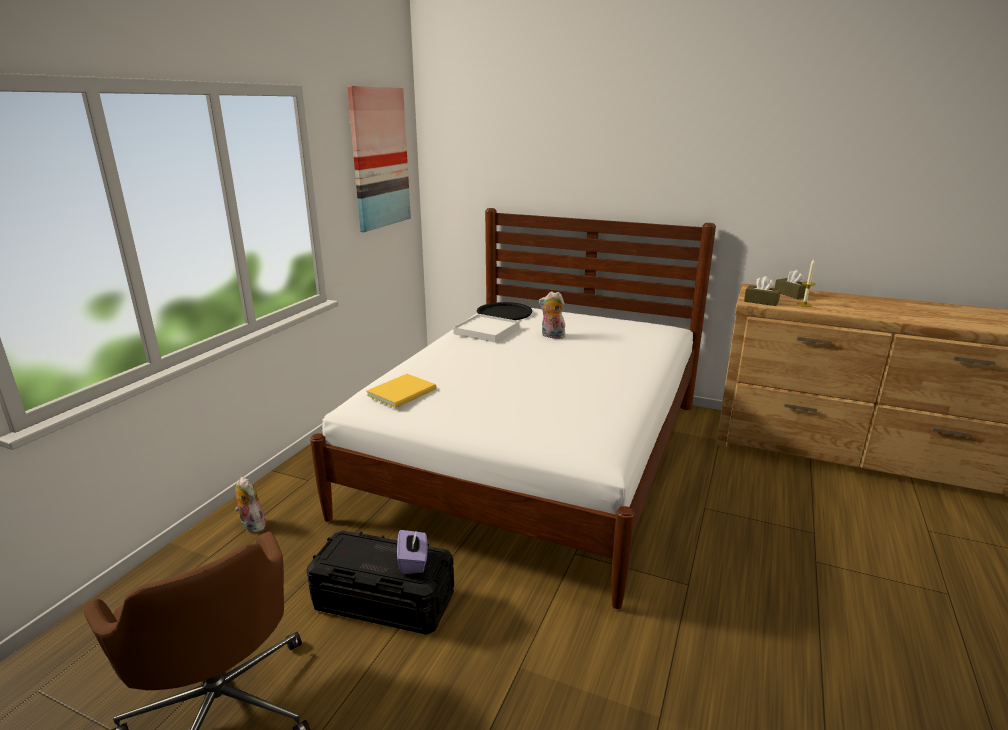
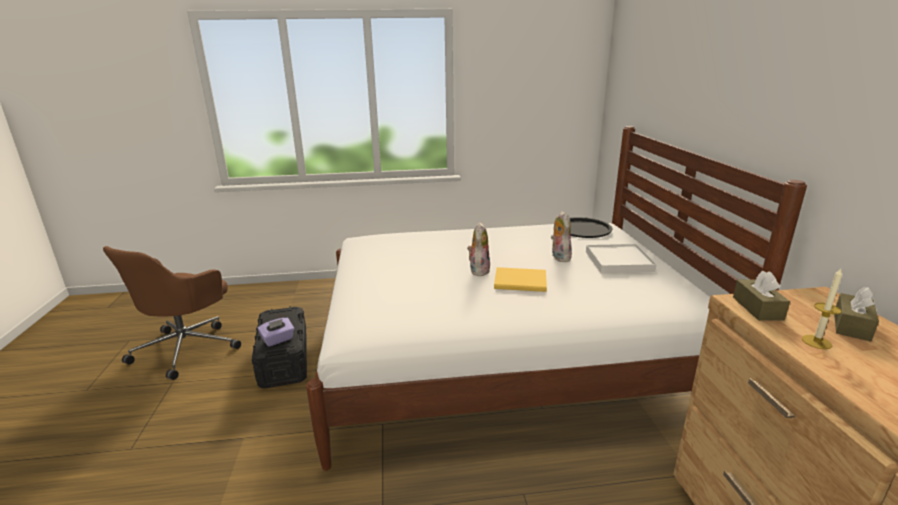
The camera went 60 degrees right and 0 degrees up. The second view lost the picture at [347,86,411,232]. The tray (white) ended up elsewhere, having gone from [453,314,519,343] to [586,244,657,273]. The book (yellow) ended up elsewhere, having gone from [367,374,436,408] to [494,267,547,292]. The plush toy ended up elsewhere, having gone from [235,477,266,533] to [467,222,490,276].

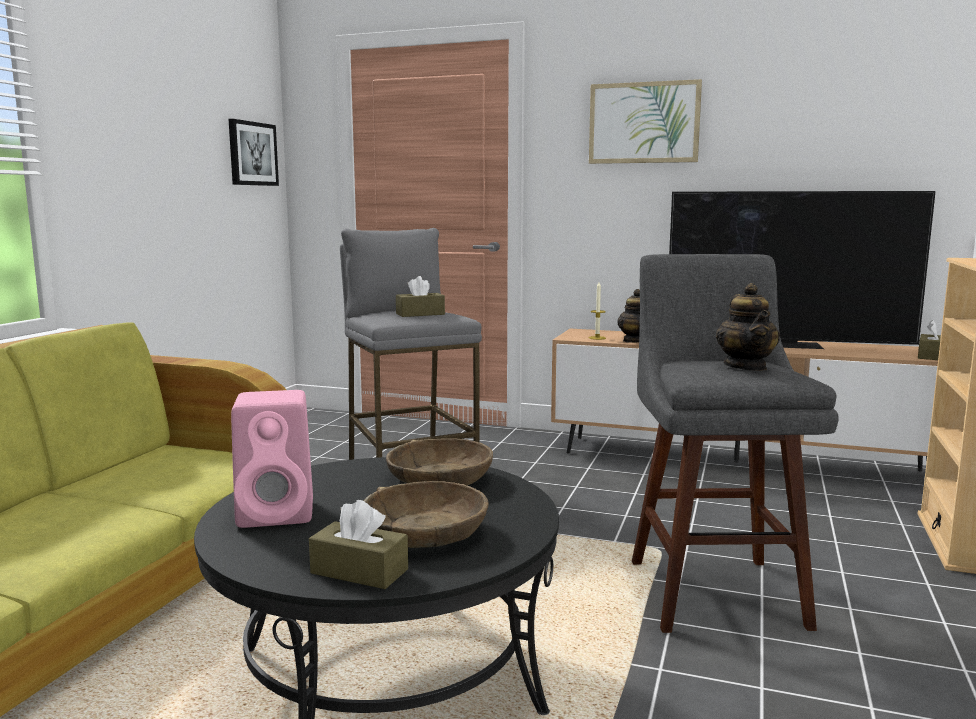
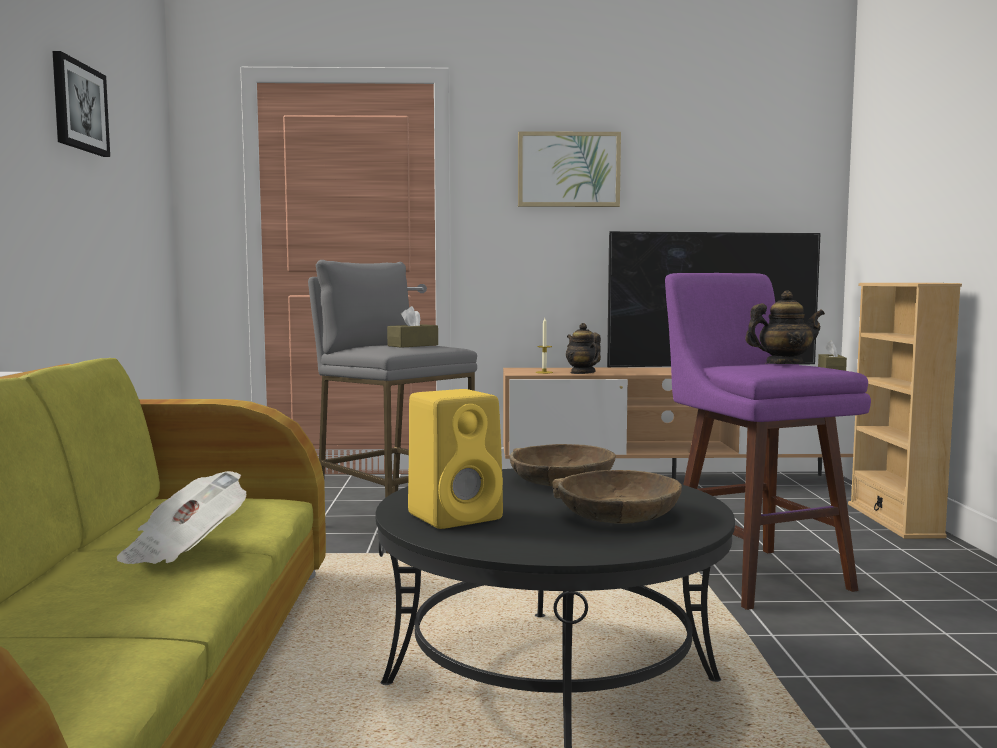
The camera went 20 degrees left and 5 degrees down. The picture ended up elsewhere, having gone from [229,119,279,186] to [53,51,110,157]. What was the stool (grey) at [632,254,839,633] turned into the stool (purple) at [665,273,871,610]. The teapot at [716,283,780,371] ended up facing another way, 75 degrees counterclockwise from before. What was the speaker (pink) at [231,390,313,528] turned into the speaker (yellow) at [408,389,503,529]. The second view lost the tissue box (brown) at [309,500,408,589]. The second view gained the newspaper at [117,471,247,564].

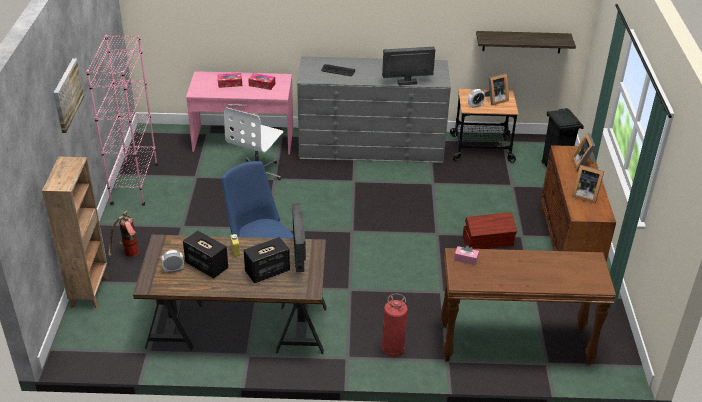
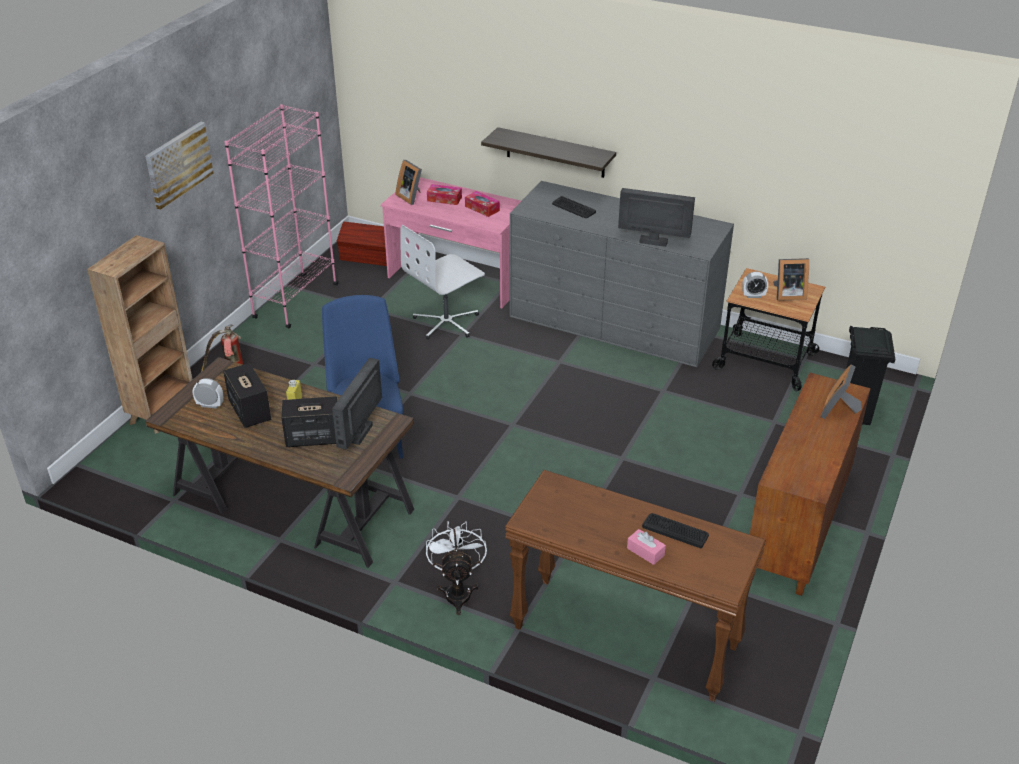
The camera went 25 degrees right and 0 degrees up. The shelf ended up elsewhere, having gone from [476,31,576,53] to [481,127,616,178]. The picture frame ended up elsewhere, having gone from [572,165,604,203] to [396,160,422,205]. The storage box (brown) ended up elsewhere, having gone from [463,212,517,249] to [337,221,387,266]. The tissue box (pink) ended up elsewhere, having gone from [454,245,479,265] to [627,529,666,565]. Where the fire extinguisher stood at [382,294,408,357], the fan (white) came to stand at [426,521,487,615]. The second view gained the keyboard at [642,513,709,548].

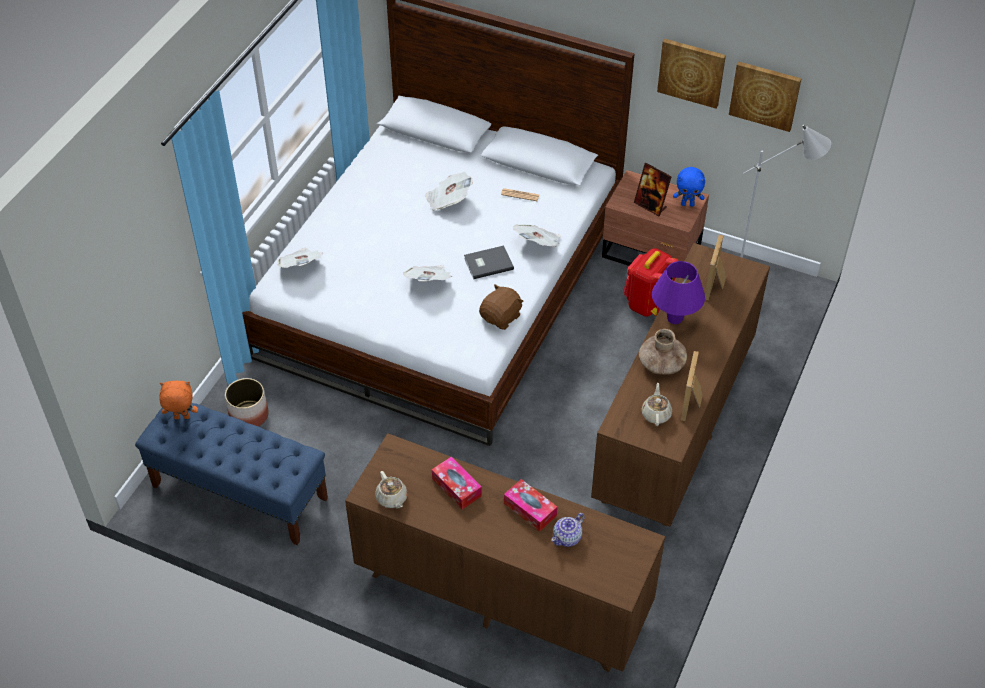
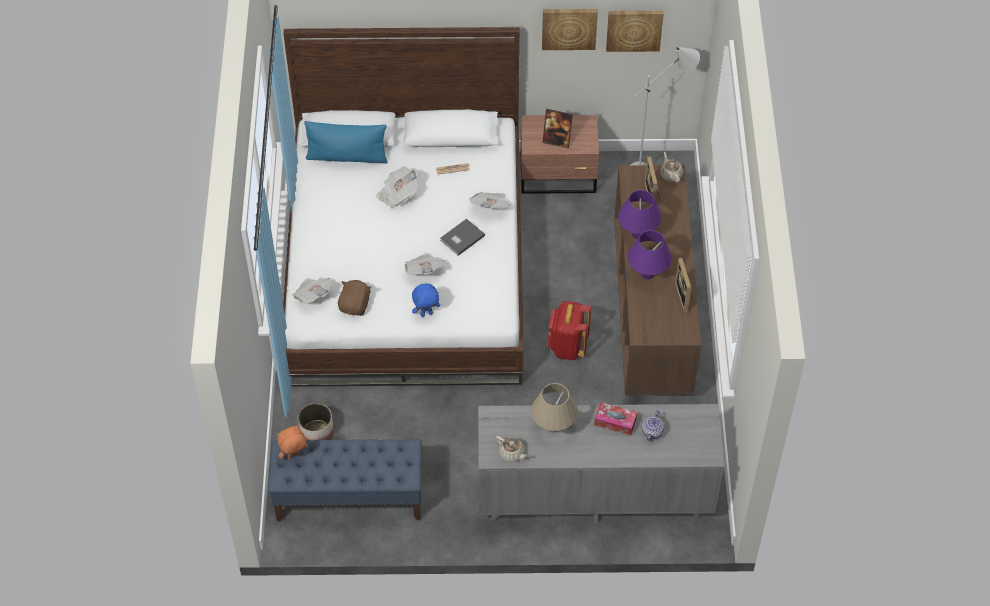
The camera went 25 degrees left and 5 degrees up. The plush toy (blue) ended up elsewhere, having gone from [673,167,705,207] to [412,284,440,317]. The backpack (red) ended up elsewhere, having gone from [624,248,679,317] to [546,301,591,360]. The plush toy (brown) ended up elsewhere, having gone from [479,284,523,330] to [338,280,372,316]. Where the vase (brown) stood at [639,329,687,375], the table lamp (purple) came to stand at [627,230,672,279]. The teapot (beige) ended up elsewhere, having gone from [641,383,672,426] to [660,152,683,182]. What was the dresser (brown) at [345,433,665,672] turned into the dresser (grey) at [478,404,725,523]. Where the tissue box stood at [432,456,482,509], the table lamp (beige) came to stand at [531,383,578,433]. The second view gained the pillow (blue) at [304,121,388,164].

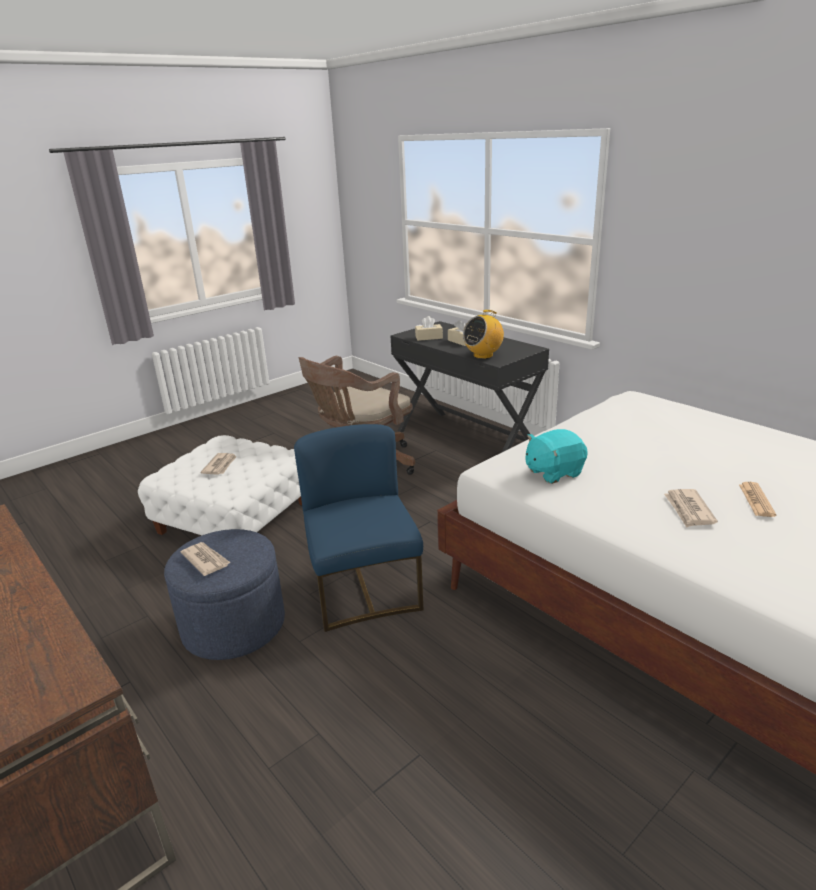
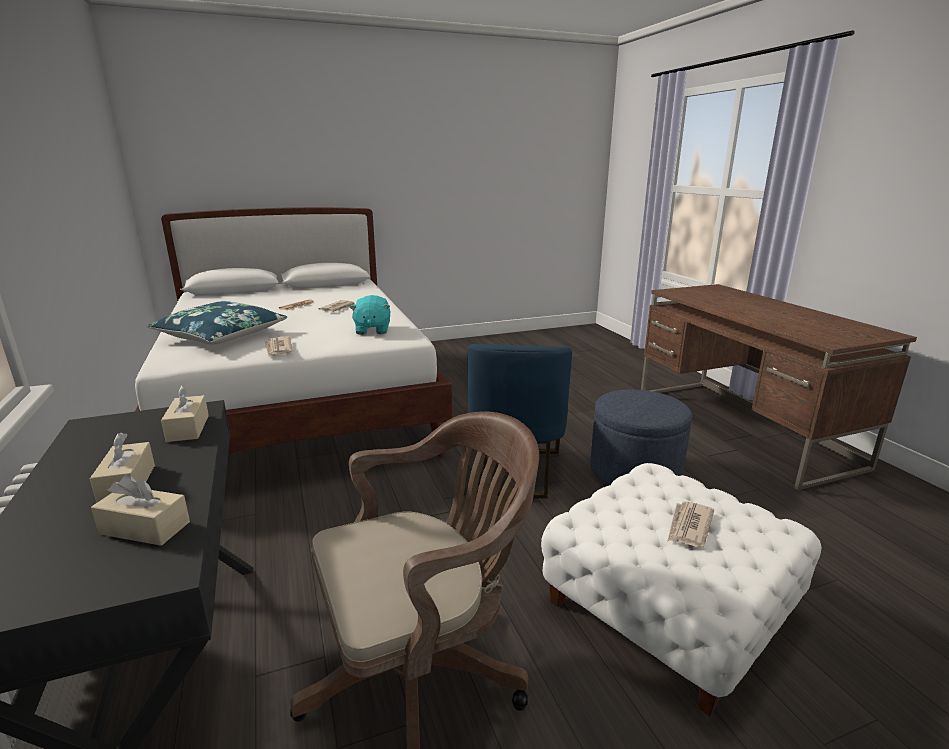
The camera went 160 degrees left and 5 degrees down. Where the radio stood at [463,310,504,359], the tissue box (beige) came to stand at [161,385,209,442]. The plush toy (turquoise) at [526,429,588,484] ended up facing another way, 90 degrees clockwise from before. The newspaper ended up elsewhere, having gone from [180,542,231,576] to [265,336,293,357]. The second view gained the pillow (blue) at [146,301,287,345].

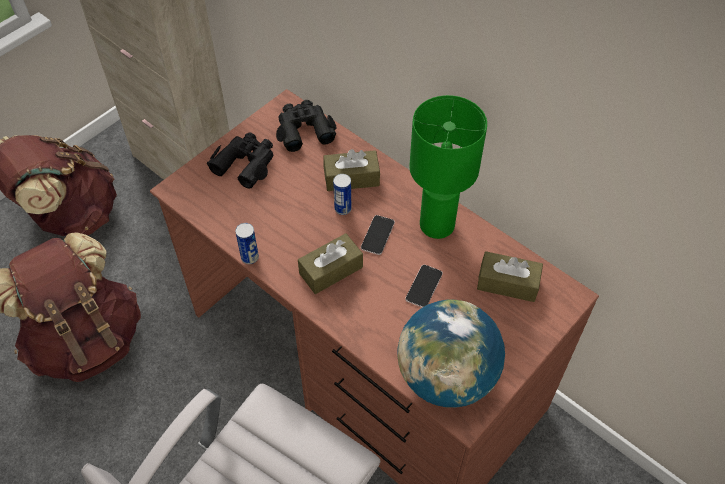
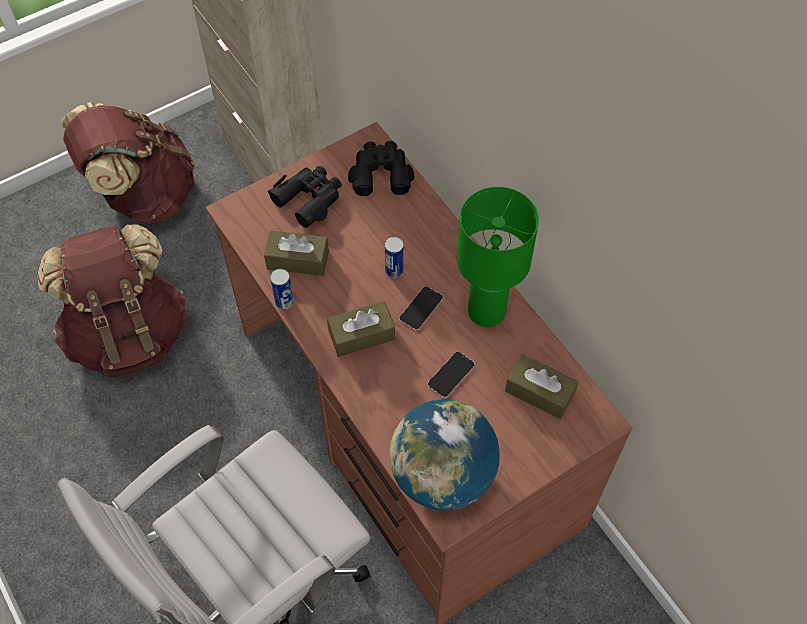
The camera went 15 degrees right and 5 degrees up. The tissue box (brown) ended up elsewhere, having gone from [323,149,380,191] to [264,230,329,276].

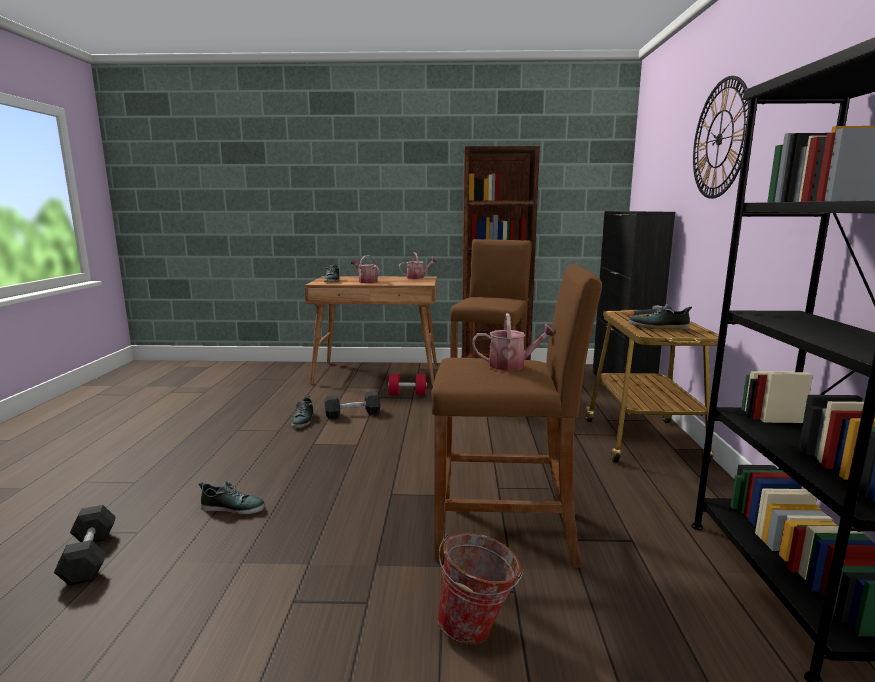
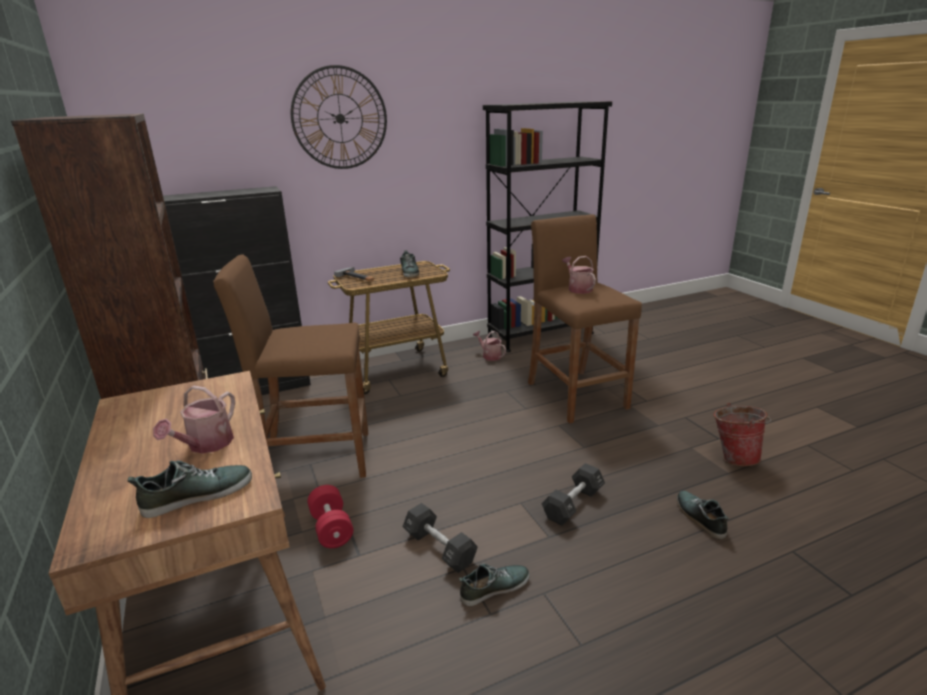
The camera went 115 degrees left and 10 degrees up. The watering can ended up elsewhere, having gone from [399,252,437,279] to [473,331,506,361]. The dumbbell (black) ended up elsewhere, having gone from [54,505,116,586] to [542,463,605,526]. The bucket ended up elsewhere, having gone from [437,533,524,645] to [714,403,771,466].

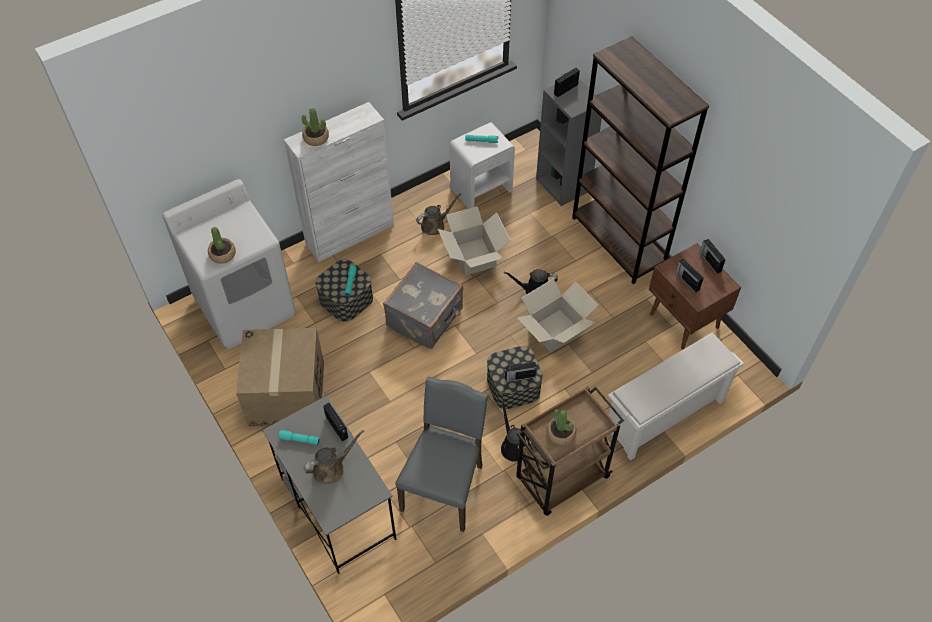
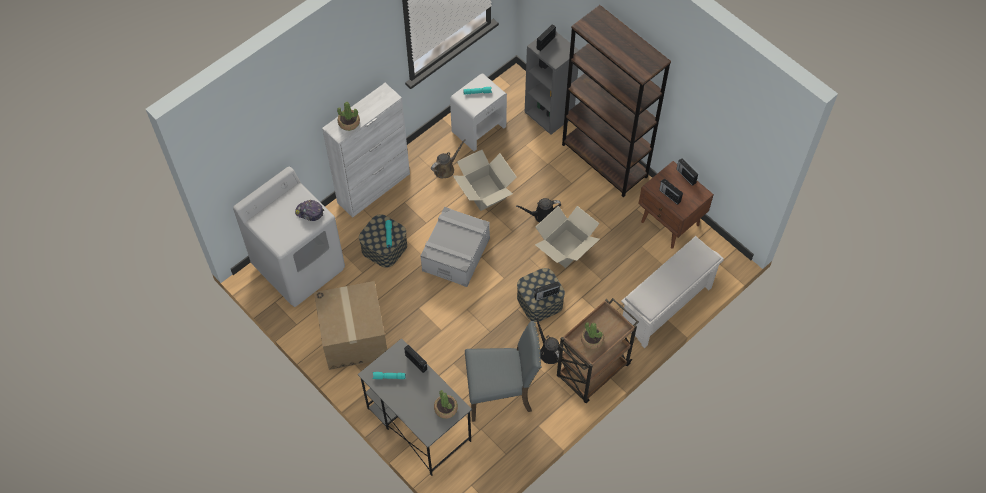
The camera went 10 degrees left and 5 degrees up. The potted plant ended up elsewhere, having gone from [208,227,236,264] to [434,390,458,419]. Where the suitcase (grey) stood at [383,262,463,349], the storage box (grey) came to stand at [421,207,490,287]. The chair (grey) at [395,376,488,532] ended up facing another way, 75 degrees clockwise from before. The second view lost the watering can (brown) at [304,430,364,484]. The second view gained the cap at [295,200,324,221].

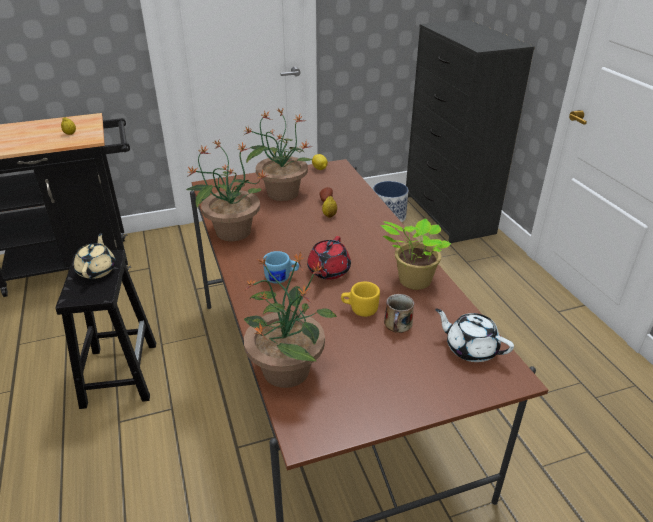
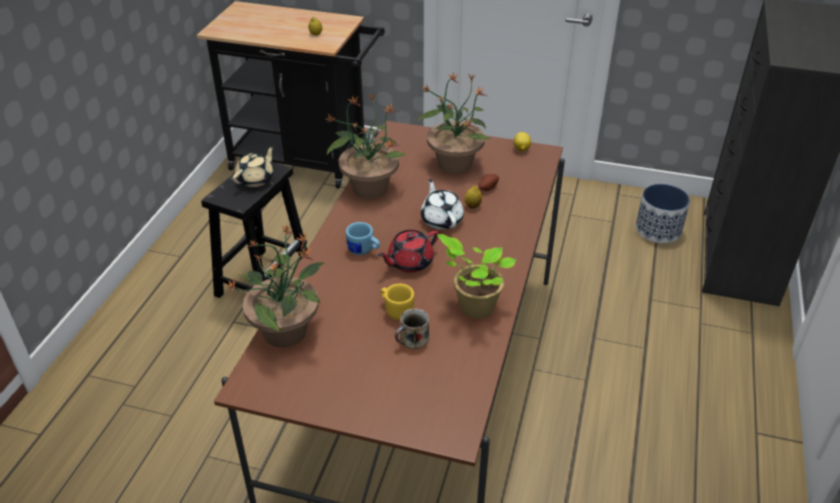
The camera went 35 degrees right and 5 degrees up. The teapot (white) ended up elsewhere, having gone from [435,309,514,362] to [421,179,464,229].

